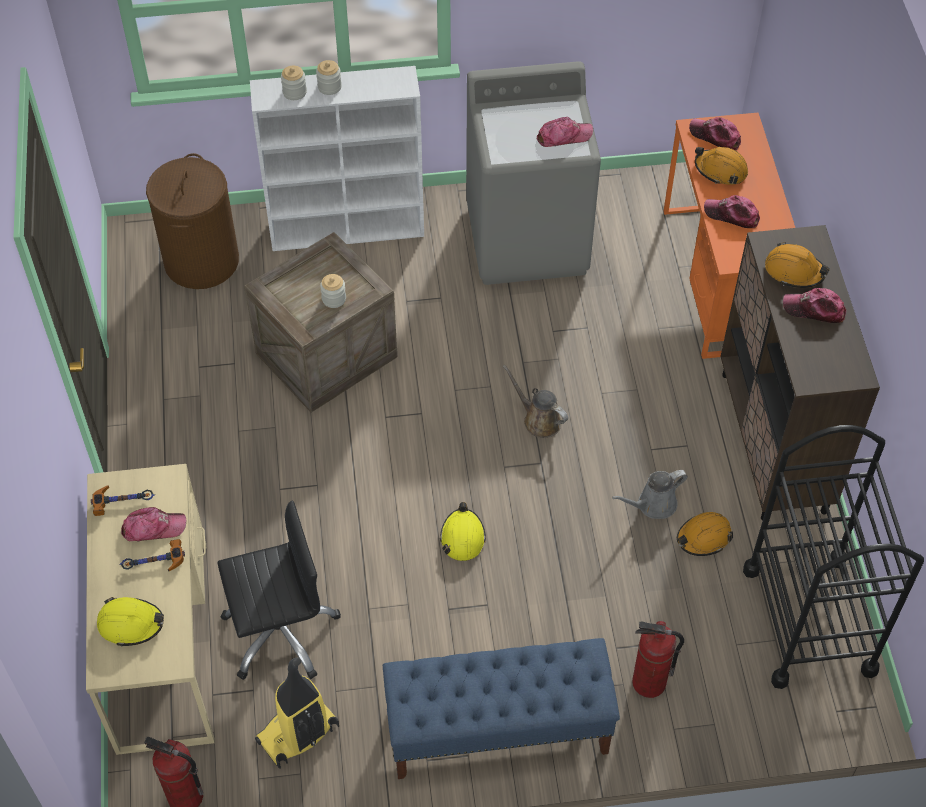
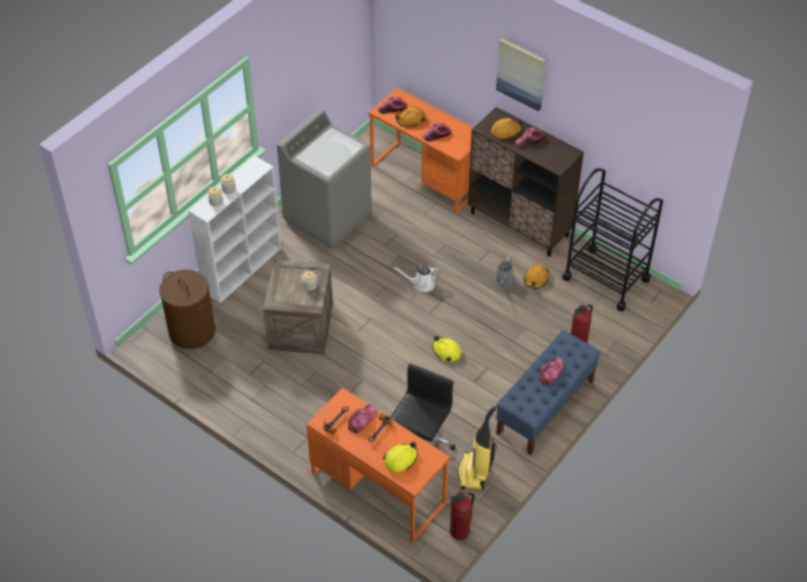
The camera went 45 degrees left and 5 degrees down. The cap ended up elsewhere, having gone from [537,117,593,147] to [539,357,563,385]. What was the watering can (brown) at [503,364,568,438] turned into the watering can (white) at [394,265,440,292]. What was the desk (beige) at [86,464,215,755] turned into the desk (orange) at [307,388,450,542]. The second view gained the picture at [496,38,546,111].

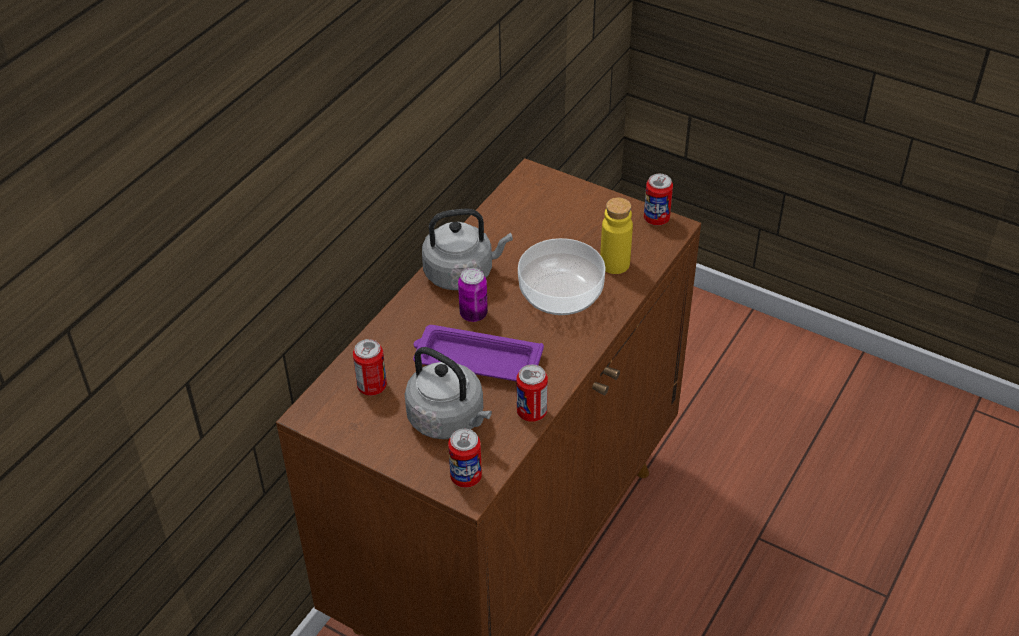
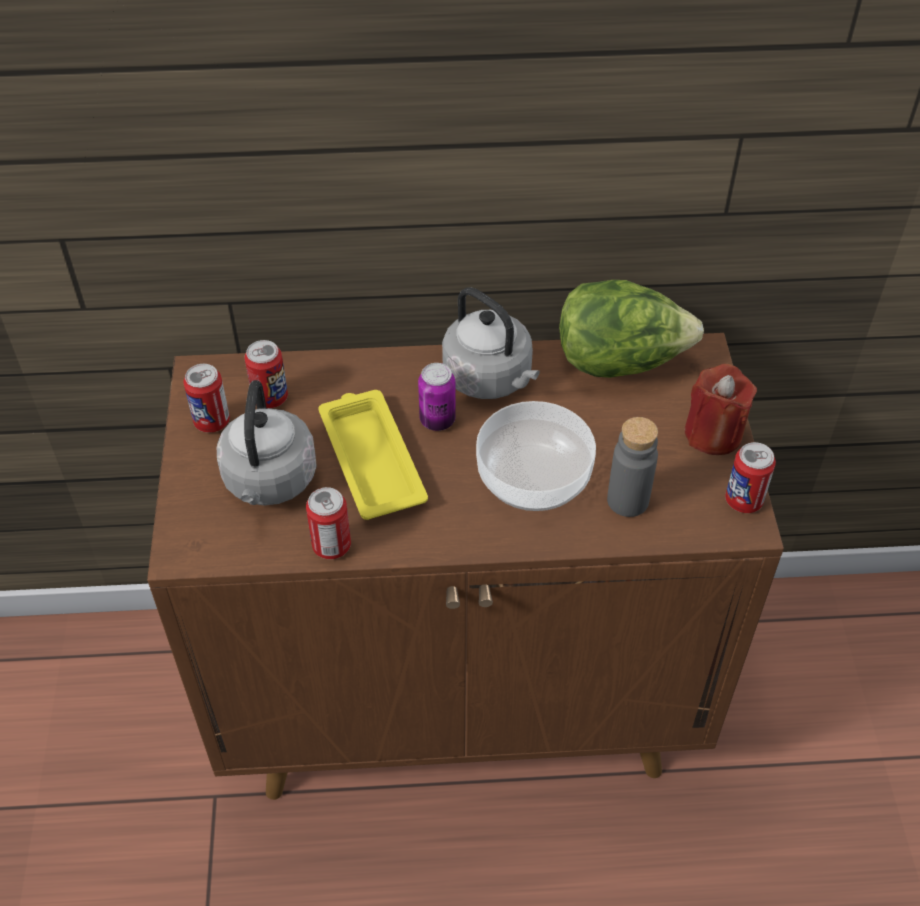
The camera went 55 degrees right and 5 degrees up. What was the bottle (yellow) at [600,198,633,274] turned into the bottle (grey) at [607,417,658,517]. What was the tray (purple) at [413,325,544,381] turned into the tray (yellow) at [318,390,428,520]. The can ended up elsewhere, having gone from [448,429,482,488] to [184,364,230,433]. The second view gained the lettuce at [559,280,704,378]. The second view gained the candle (red) at [685,364,757,455].

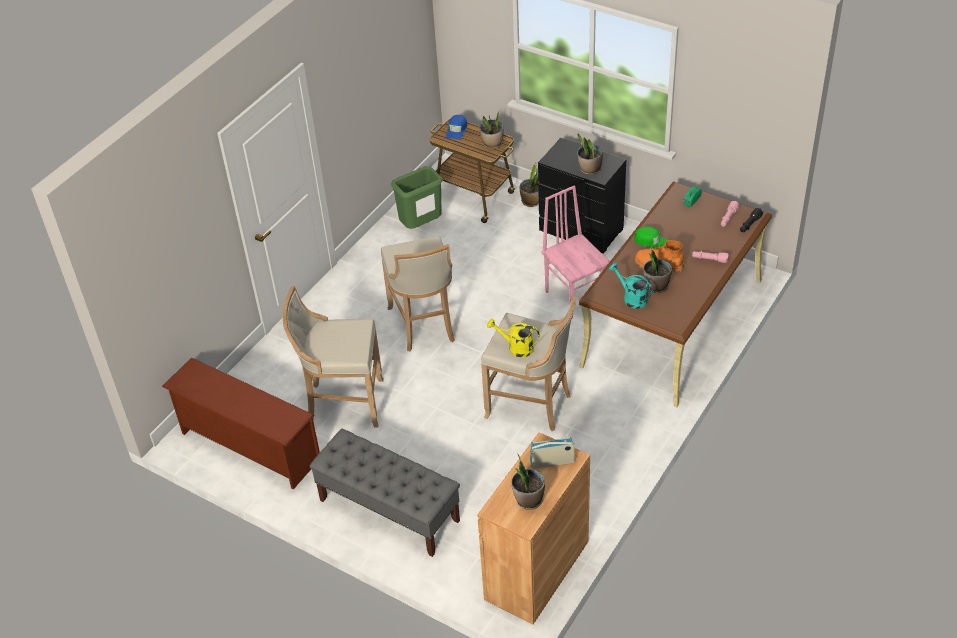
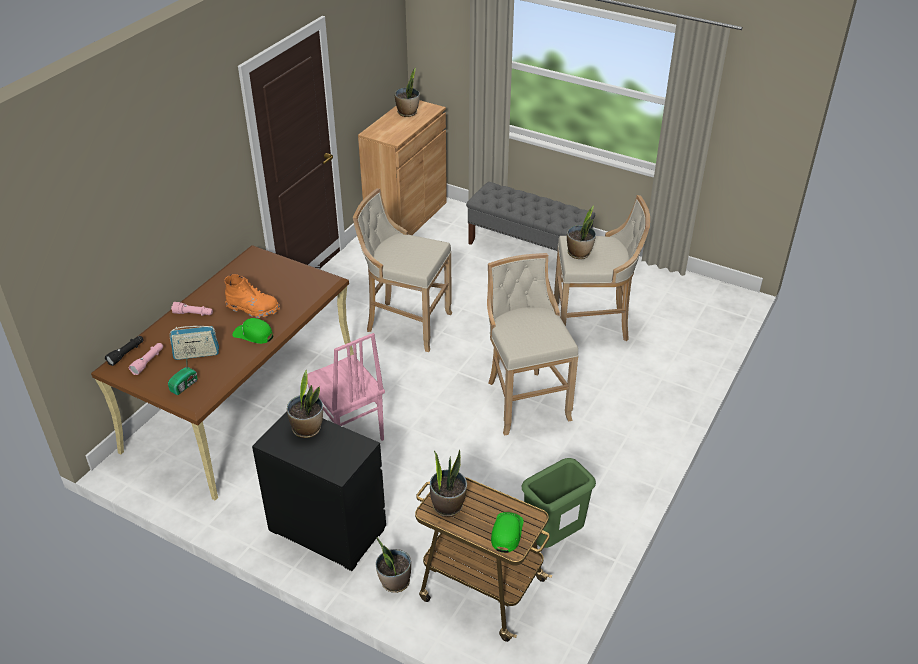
The camera went 175 degrees right and 5 degrees down. What was the cap (blue) at [446,115,467,140] turned into the cap (green) at [491,512,524,553]. The potted plant ended up elsewhere, having gone from [644,244,672,293] to [567,205,596,259]. The second view lost the watering can (turquoise) at [609,263,653,309]. The second view lost the watering can (yellow) at [487,319,540,357]. The second view lost the shoe rack (brown) at [162,357,320,490]. The radio ended up elsewhere, having gone from [530,436,575,468] to [169,326,219,360].

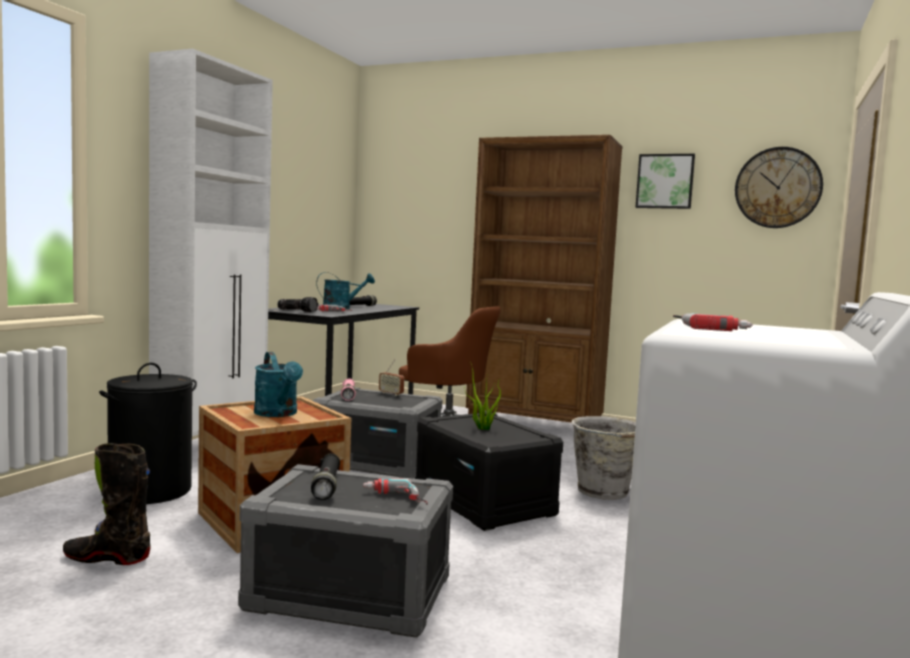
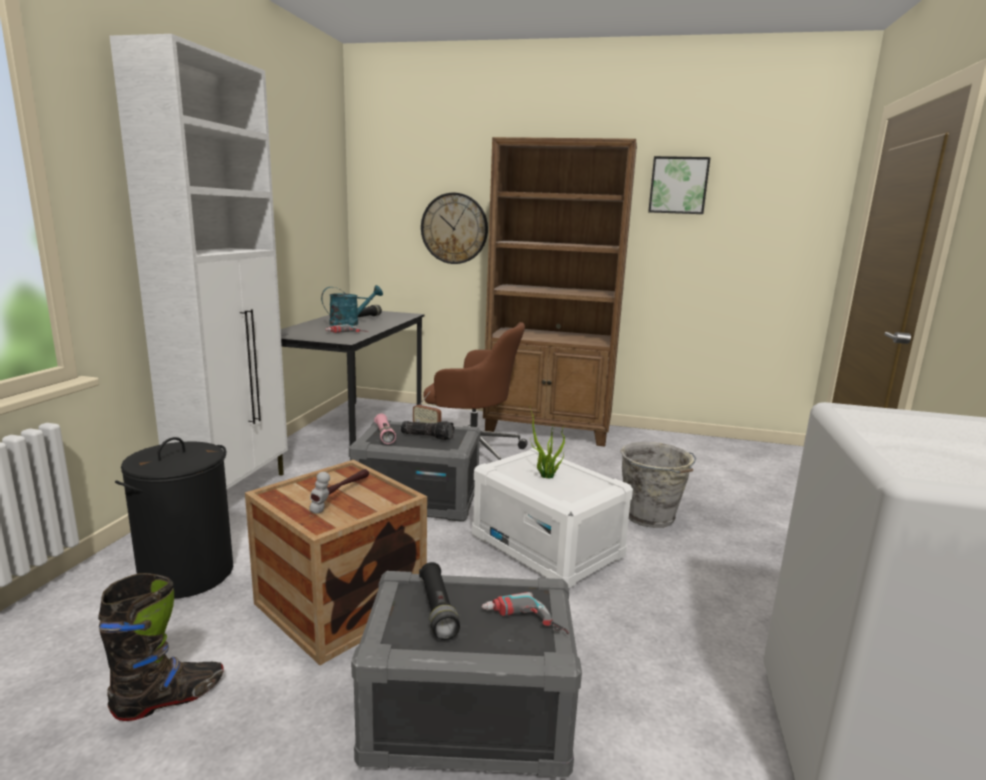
The camera went 10 degrees left and 10 degrees up. The wall clock ended up elsewhere, having gone from [735,147,823,228] to [421,193,488,264]. The flashlight ended up elsewhere, having gone from [277,297,318,312] to [401,421,455,440]. The second view lost the power drill at [673,313,753,331]. Where the watering can (turquoise) stood at [254,352,303,417], the hammer came to stand at [309,469,369,514]. What was the storage box (black) at [415,411,563,531] turned into the storage box (white) at [472,447,633,588]. The boot (black) at [63,443,151,565] ended up facing another way, 150 degrees clockwise from before.

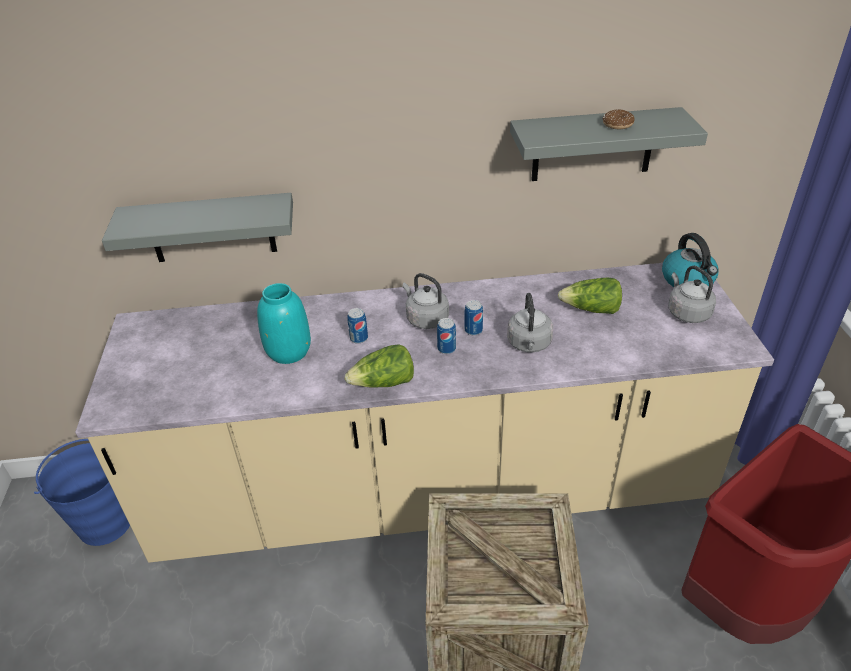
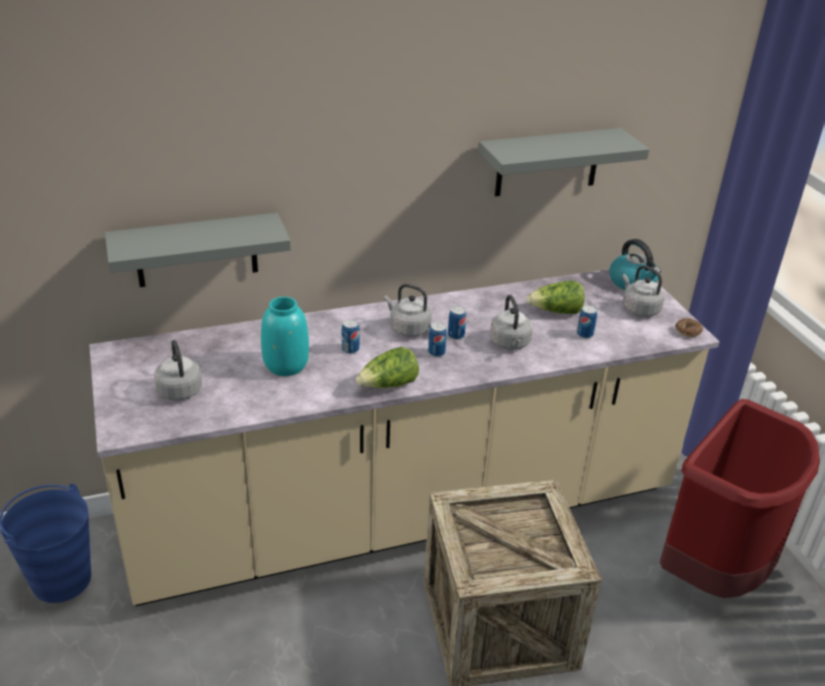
The camera went 15 degrees left and 5 degrees down. The donut ended up elsewhere, having gone from [603,109,635,129] to [675,318,703,337]. The second view gained the can at [577,305,597,339]. The second view gained the kettle (grey) at [154,340,202,401].

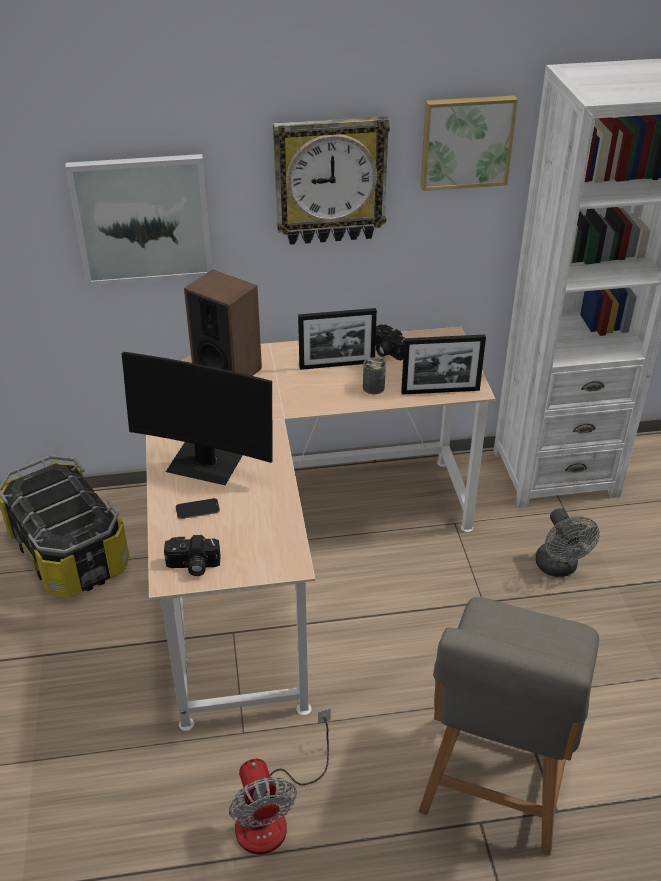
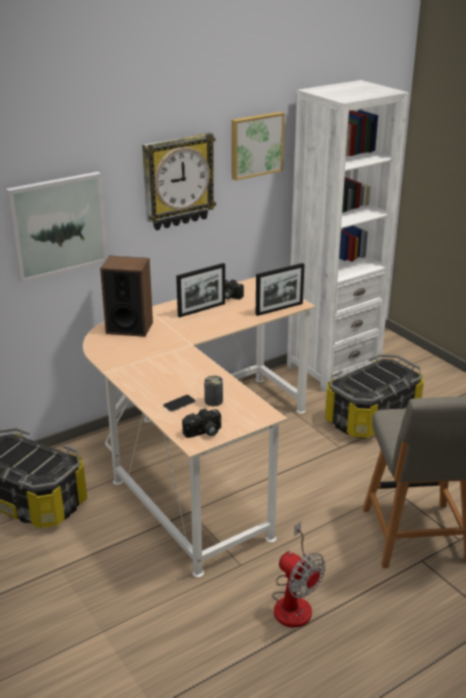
The camera went 25 degrees left and 10 degrees down. The second view lost the monitor at [122,352,272,485]. The can ended up elsewhere, having gone from [363,357,386,394] to [204,376,223,406]. Where the fan (grey) stood at [535,508,600,577], the storage box came to stand at [325,354,424,439].

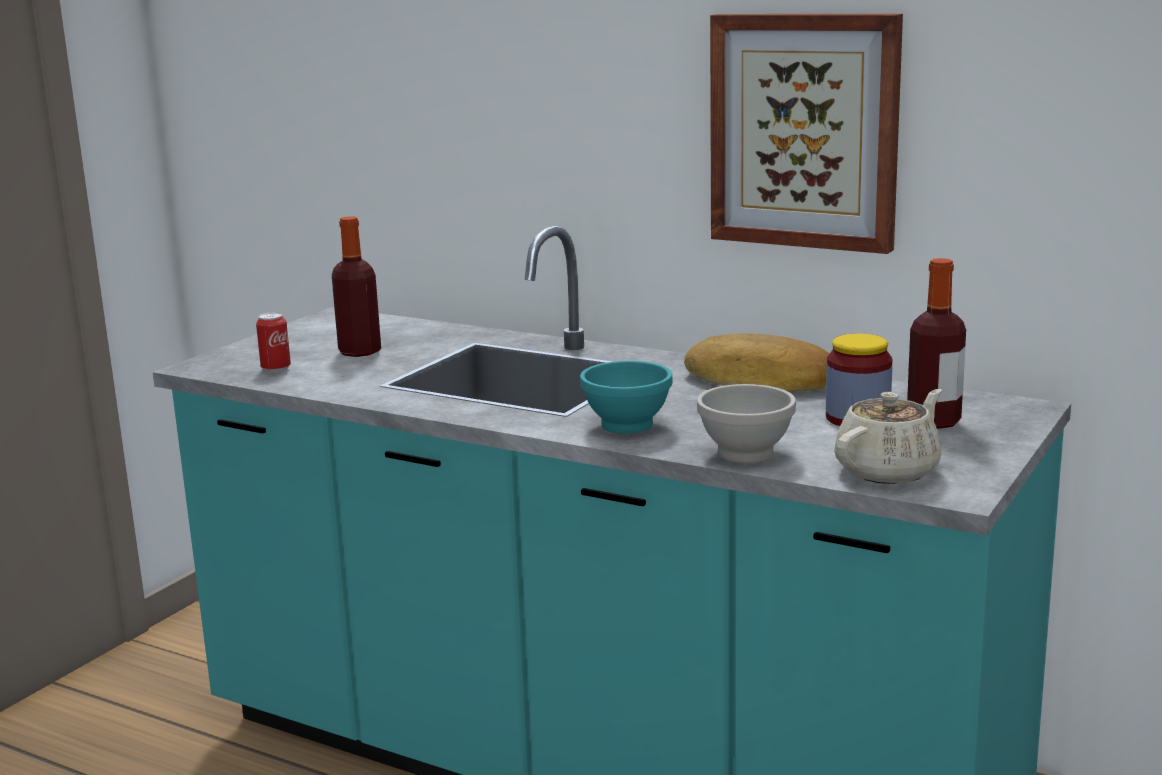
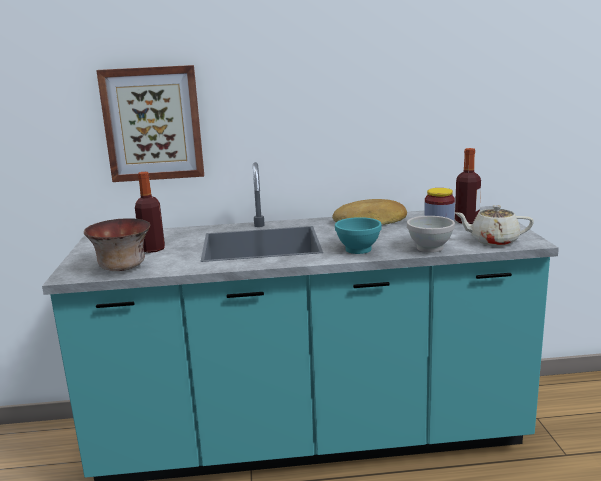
The camera went 35 degrees left and 0 degrees up. The picture ended up elsewhere, having gone from [710,14,903,254] to [96,65,204,182]. Where the can stood at [256,312,291,373], the bowl came to stand at [84,218,150,271]. The teapot (beige) at [834,389,942,484] ended up facing another way, 90 degrees counterclockwise from before.

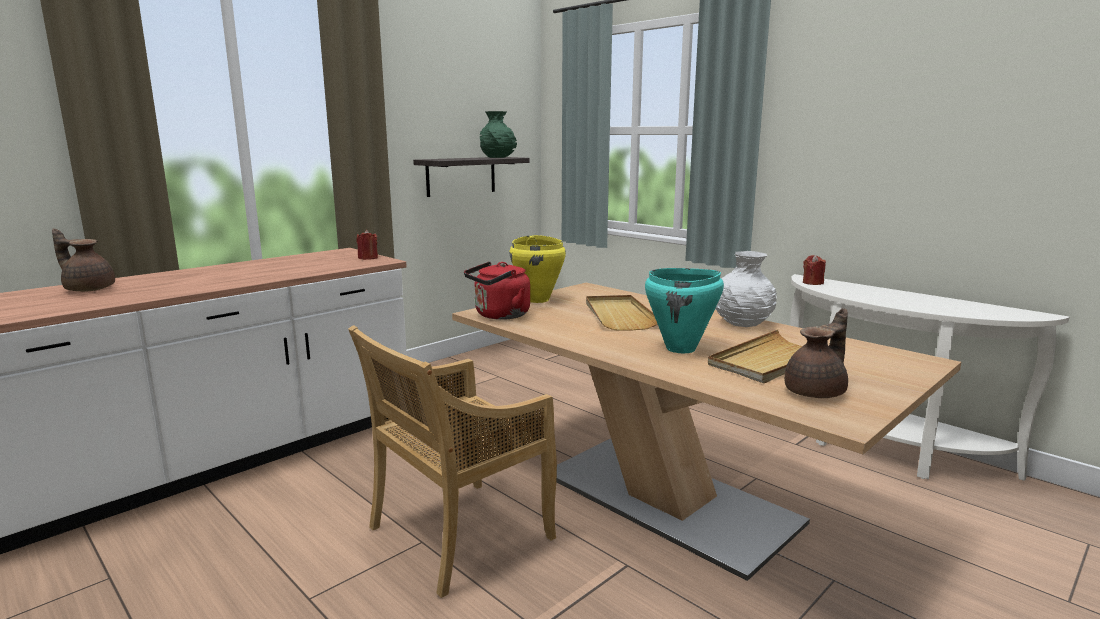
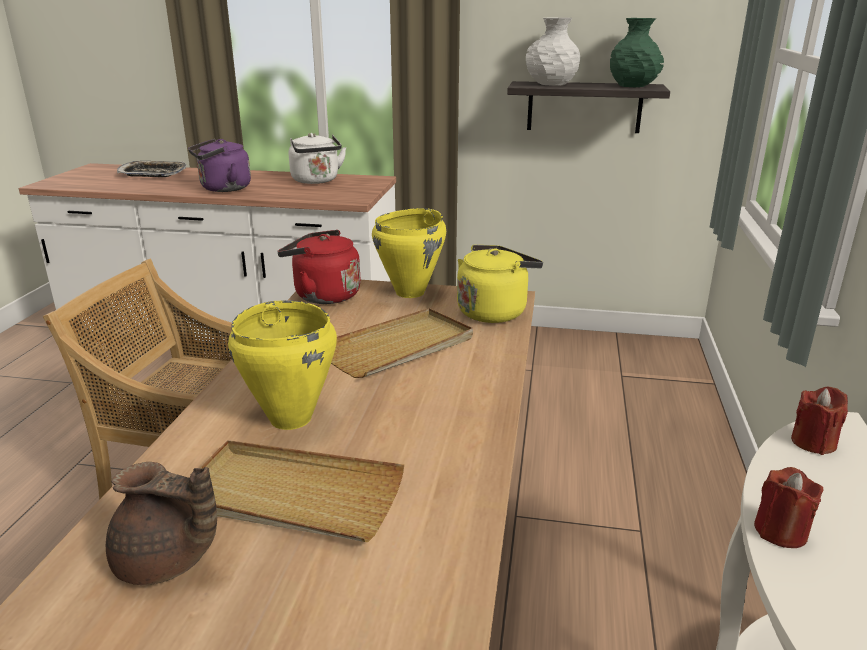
The camera went 55 degrees right and 10 degrees up. Where the teapot (brown) stood at [52,229,115,292], the tray came to stand at [117,161,187,177]. The candle (red) ended up elsewhere, having gone from [357,230,378,260] to [754,467,824,548]. The vase (white) ended up elsewhere, having gone from [716,251,777,327] to [526,17,580,86]. What was the cooking pot (turquoise) at [645,268,724,353] turned into the cooking pot (yellow) at [228,300,337,430]. The second view gained the kettle (white) at [289,133,346,184]. The second view gained the kettle (purple) at [188,139,251,192]. The second view gained the kettle (yellow) at [457,245,543,323].

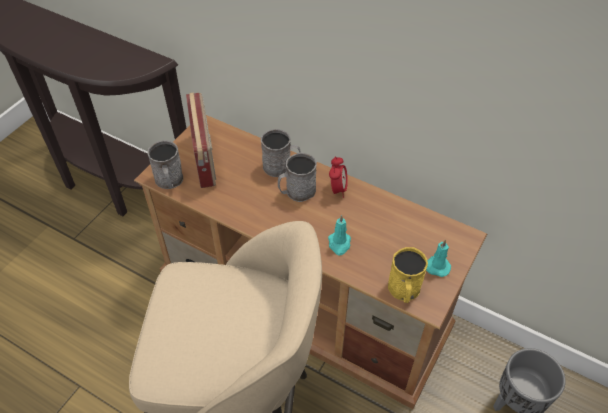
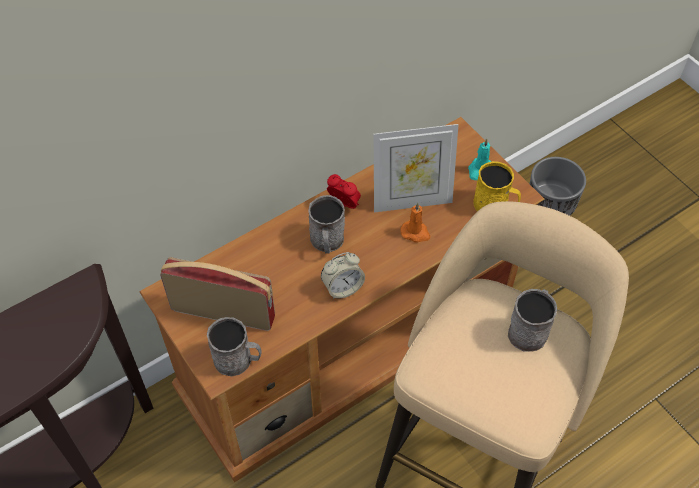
The camera went 65 degrees left and 5 degrees up. The mug (grey) ended up elsewhere, having gone from [261,129,301,177] to [508,289,557,352]. What was the candle (turquoise) at [328,215,351,256] turned into the candle (orange) at [400,203,430,242]. The second view gained the picture frame at [374,124,458,212]. The second view gained the alarm clock at [321,252,365,299].

